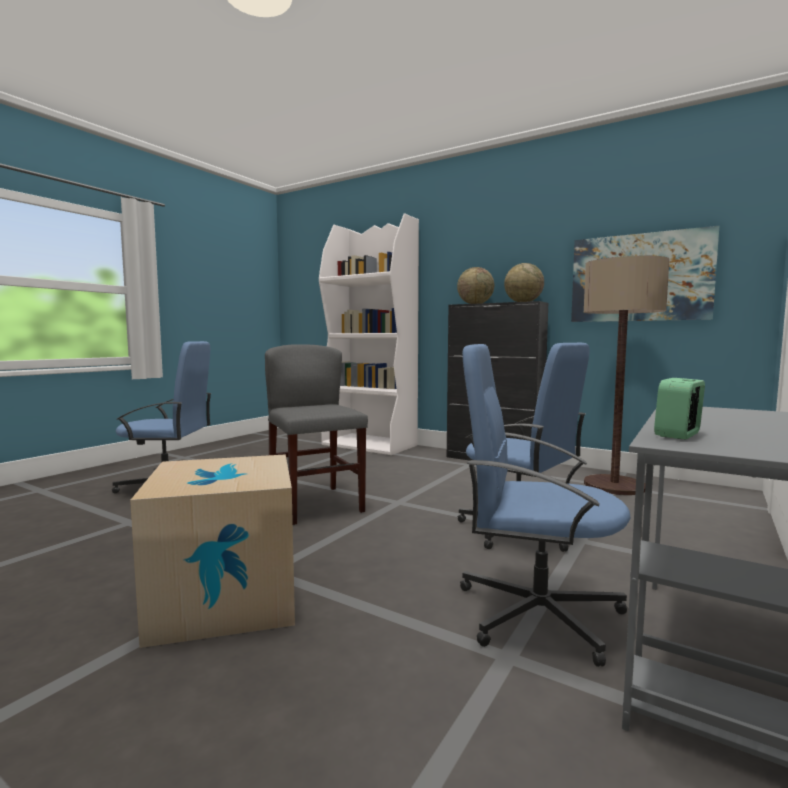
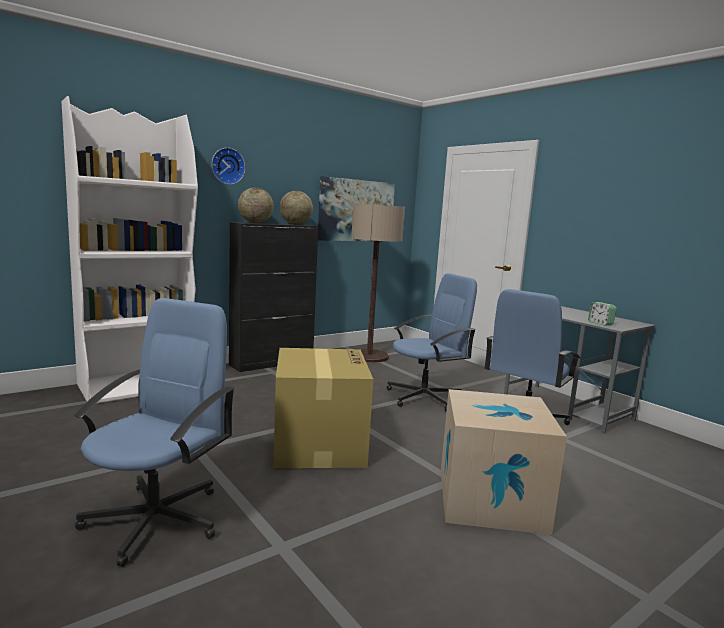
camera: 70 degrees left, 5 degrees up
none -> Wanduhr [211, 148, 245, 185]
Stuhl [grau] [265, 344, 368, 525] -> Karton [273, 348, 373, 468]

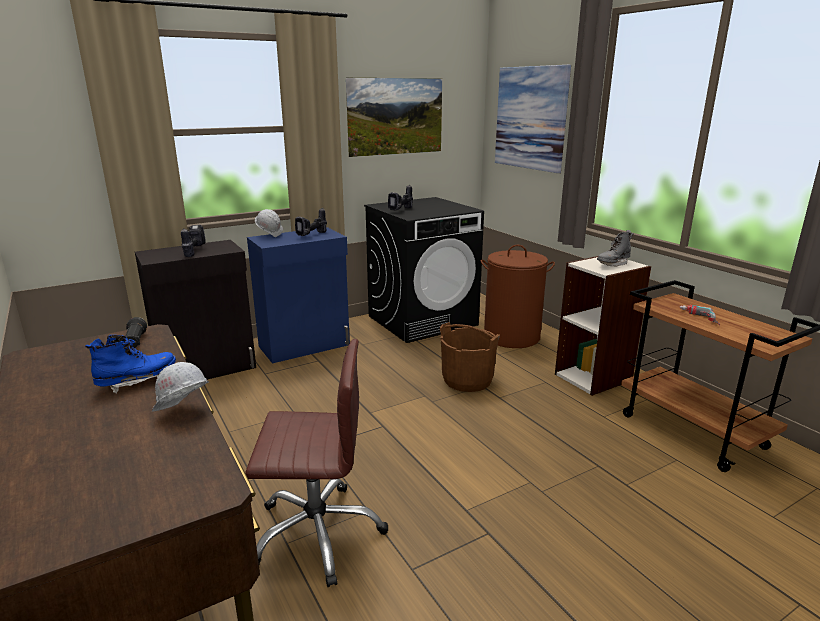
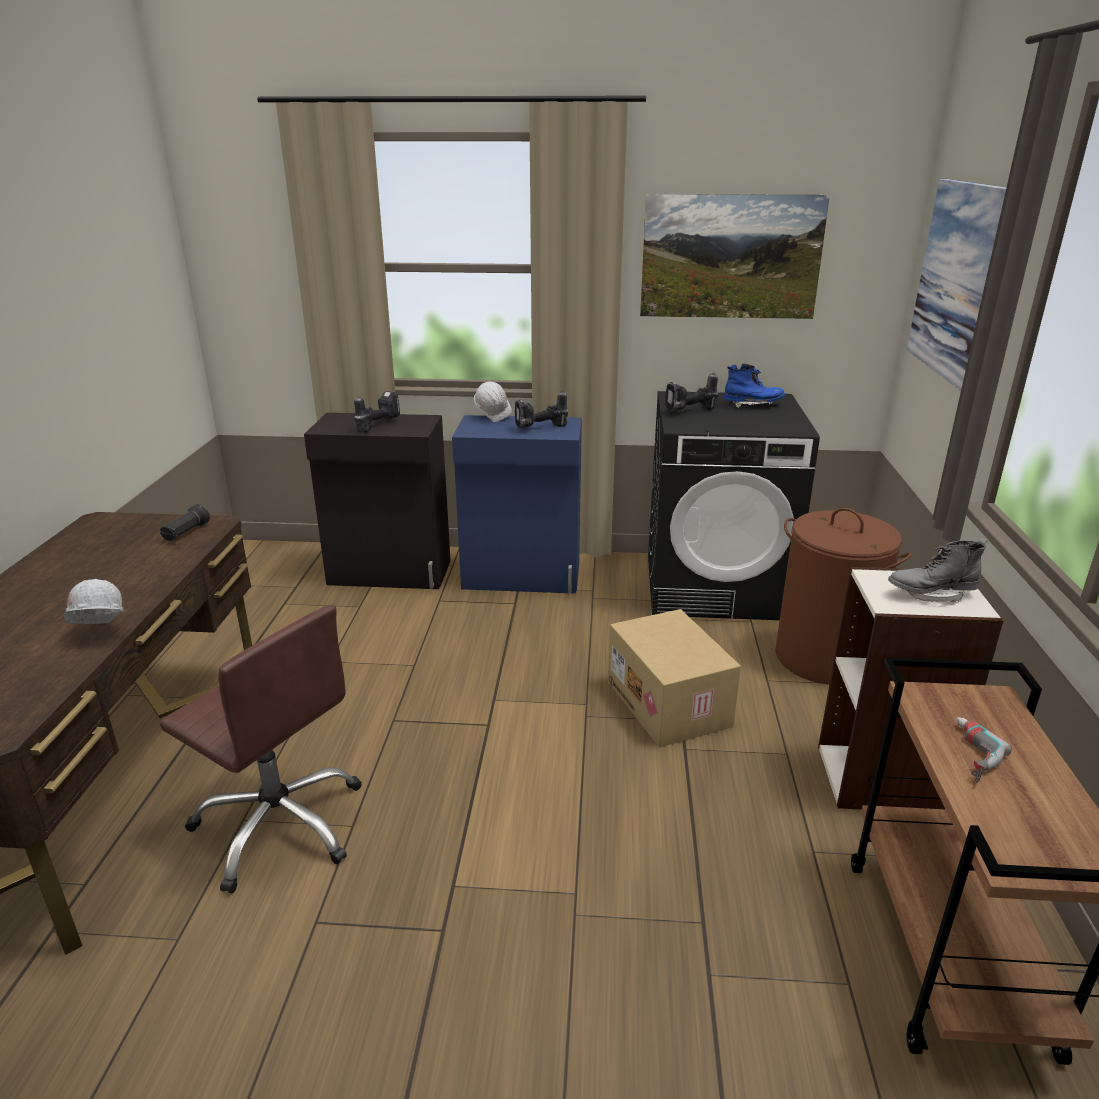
camera: 35 degrees right, 5 degrees up
Eimer [braun] [440, 322, 500, 392] -> Karton [608, 609, 741, 747]
Stiefel [blau] [85, 335, 176, 393] -> Stiefel [blau] [724, 363, 785, 408], moved

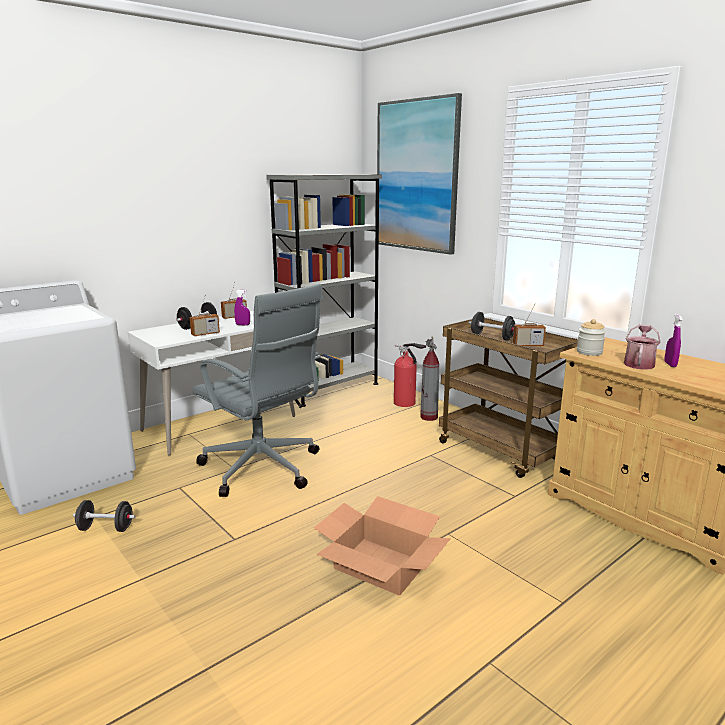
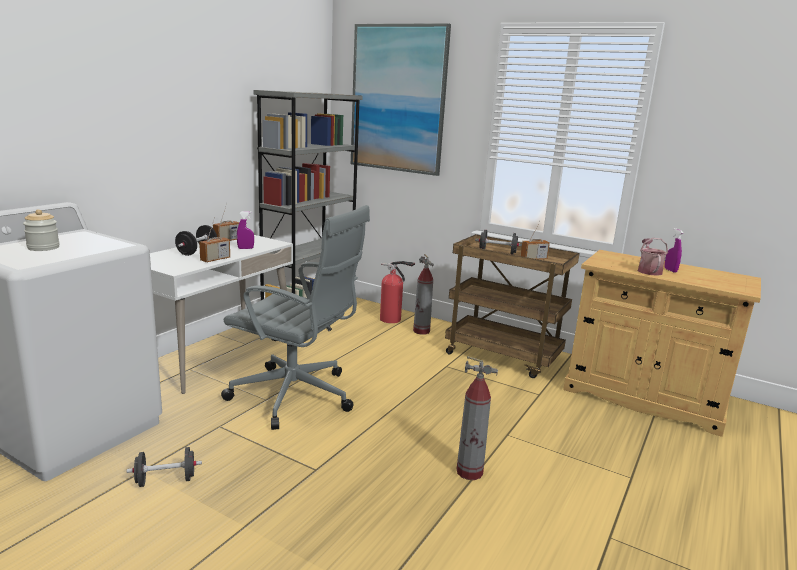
camera: 20 degrees left, 0 degrees up
Vorratsglas [577, 319, 606, 356] -> Vorratsglas [23, 209, 60, 251], moved
Karton [314, 496, 451, 596] -> Feuerlöscher [457, 356, 498, 480]

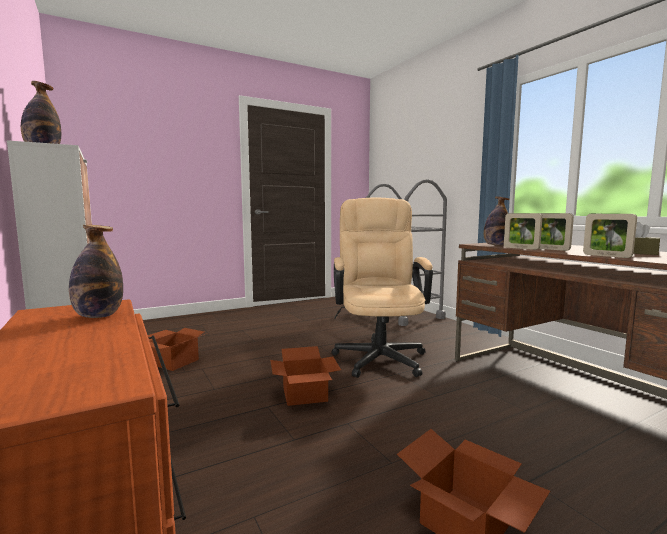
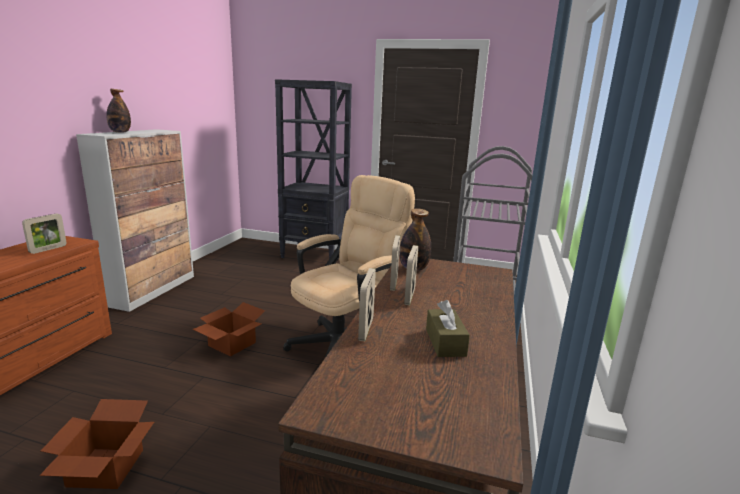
camera: 45 degrees right, 10 degrees up
Flasche [69, 225, 123, 318] -> Bilderrahmen [22, 214, 67, 254]
none -> Bücherregal [schwarz] [275, 79, 352, 259]
Karton [148, 328, 208, 371] -> none

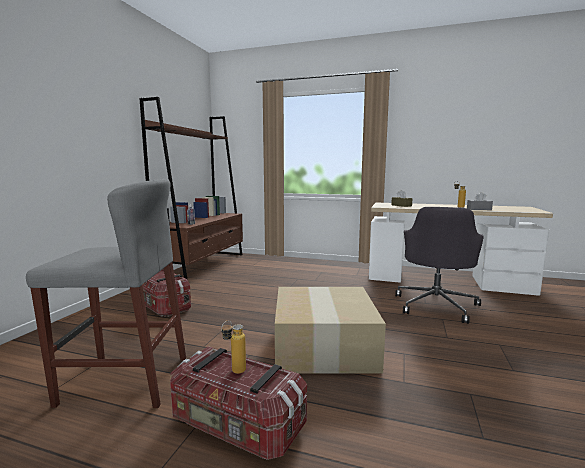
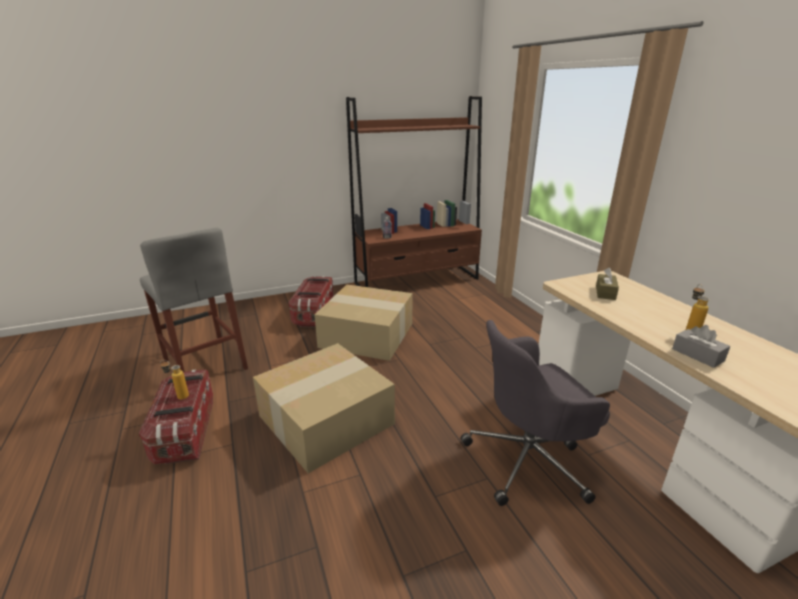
camera: 50 degrees right, 15 degrees up
none -> Karton [314, 284, 413, 361]

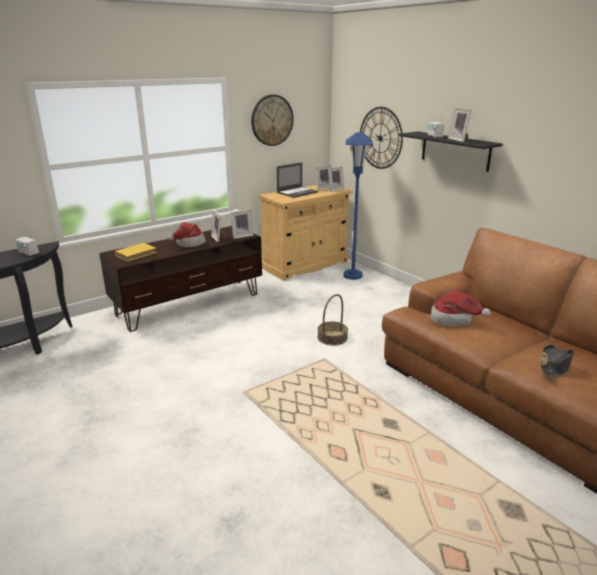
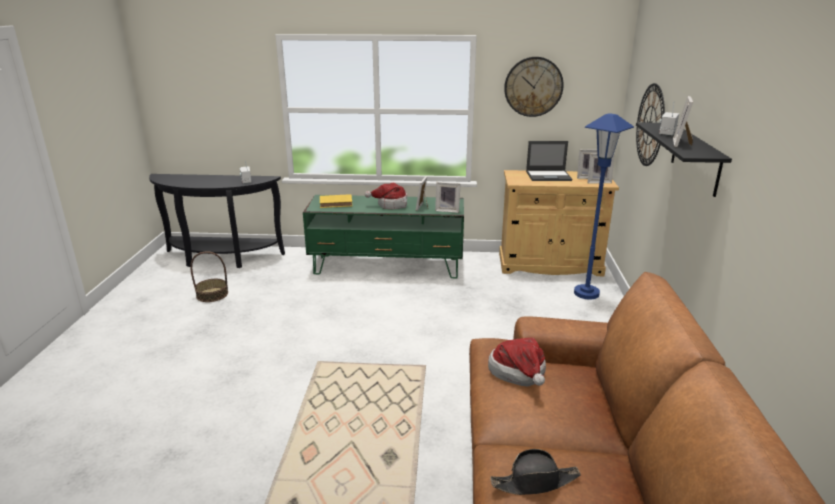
camera: 40 degrees right, 0 degrees up
Korb [317, 294, 348, 346] -> Korb [190, 251, 228, 302], moved
Fernsehschrank [braun] [99, 226, 262, 332] -> Fernsehschrank [grün] [303, 195, 464, 278]

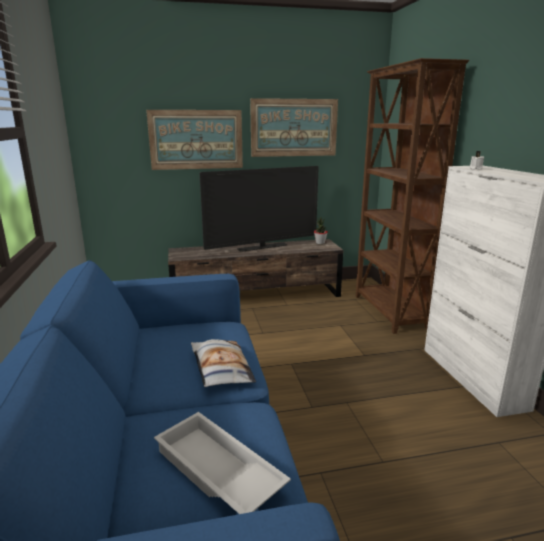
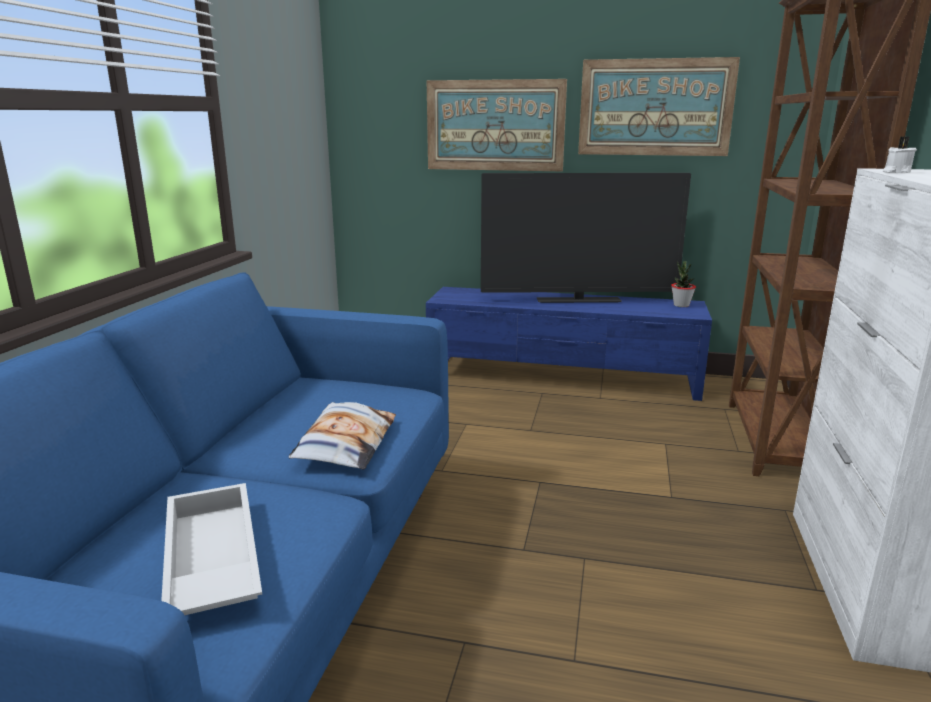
camera: 25 degrees right, 0 degrees up
Fernsehschrank [braun] [168, 239, 343, 297] -> Fernsehschrank [blau] [426, 287, 712, 401]

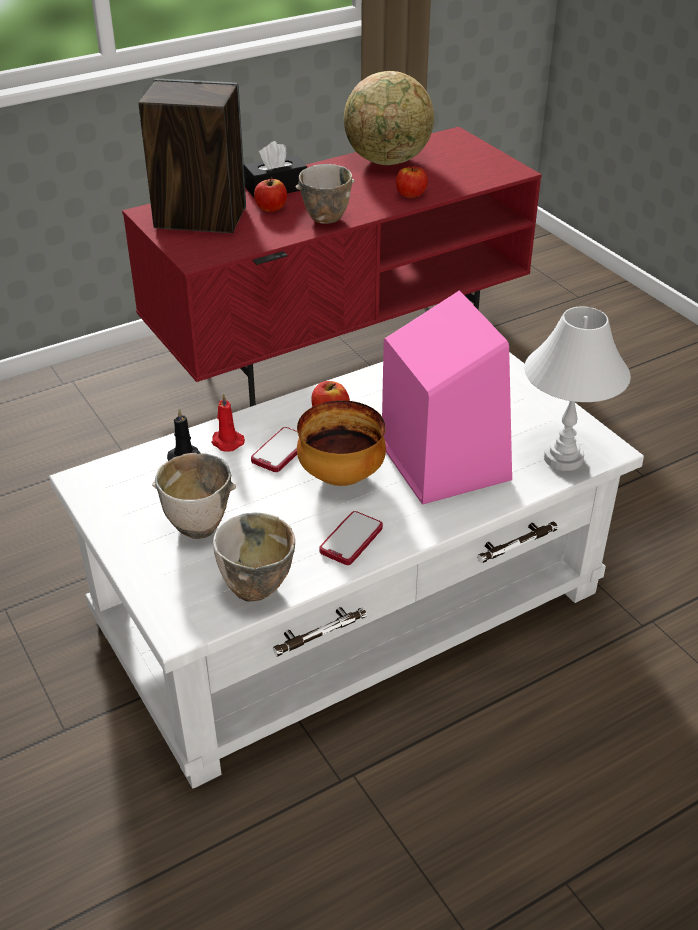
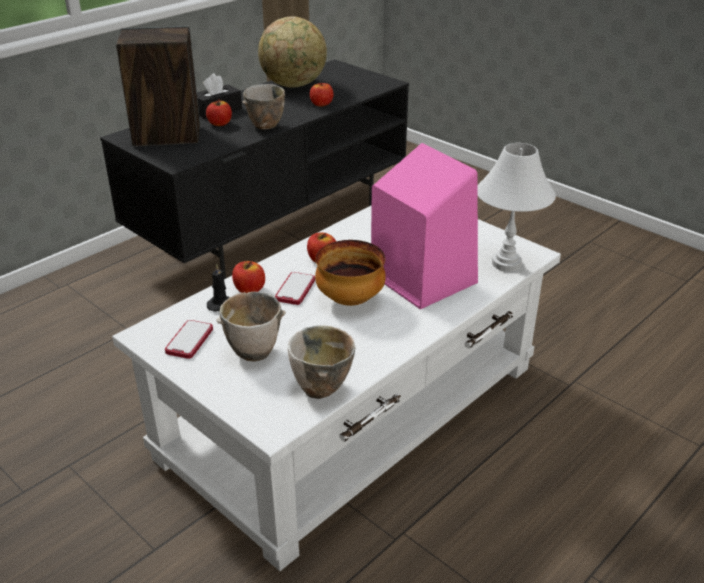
camera: 15 degrees left, 5 degrees down
Fernsehschrank [rot] [122, 127, 542, 407] -> Fernsehschrank [schwarz] [100, 59, 409, 279]
Handy [319, 511, 383, 565] -> Handy [165, 320, 213, 359], moved
Kerze [rot] [212, 393, 245, 452] -> Apfel [232, 261, 265, 293]

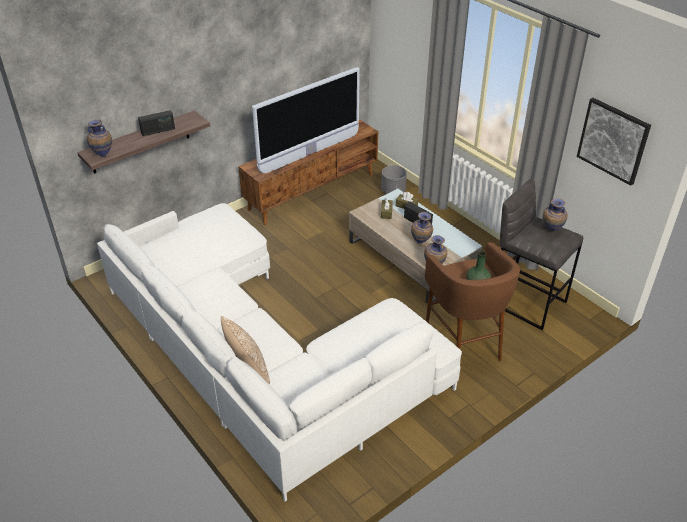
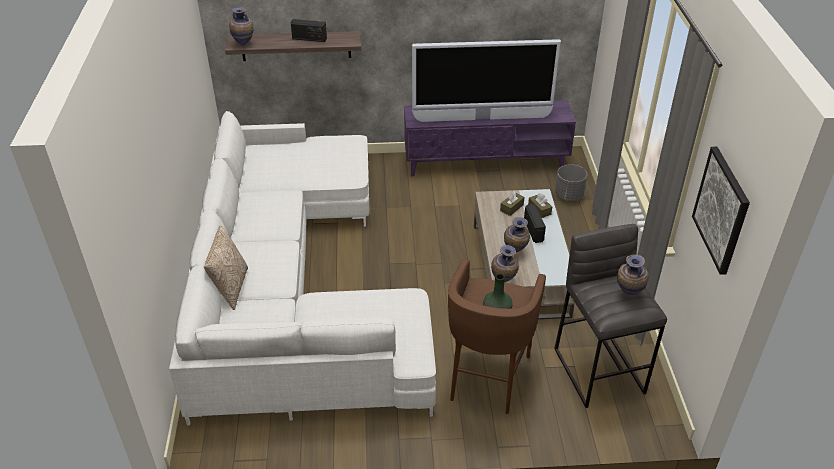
camera: 35 degrees right, 0 degrees up
Fernsehschrank [braun] [238, 119, 378, 225] -> Fernsehschrank [lila] [404, 100, 576, 177]

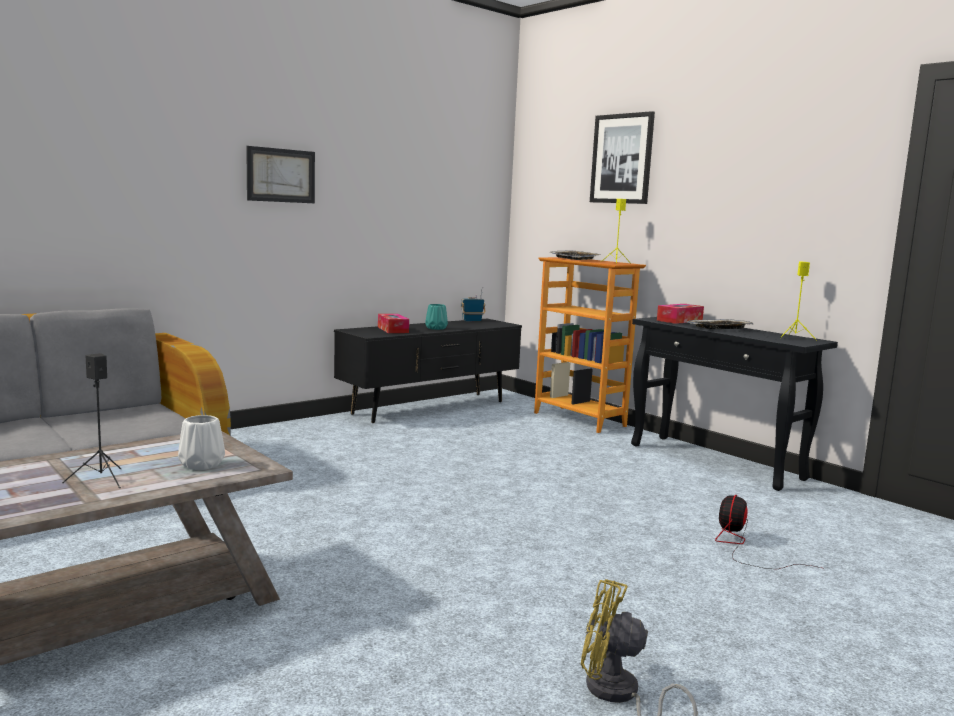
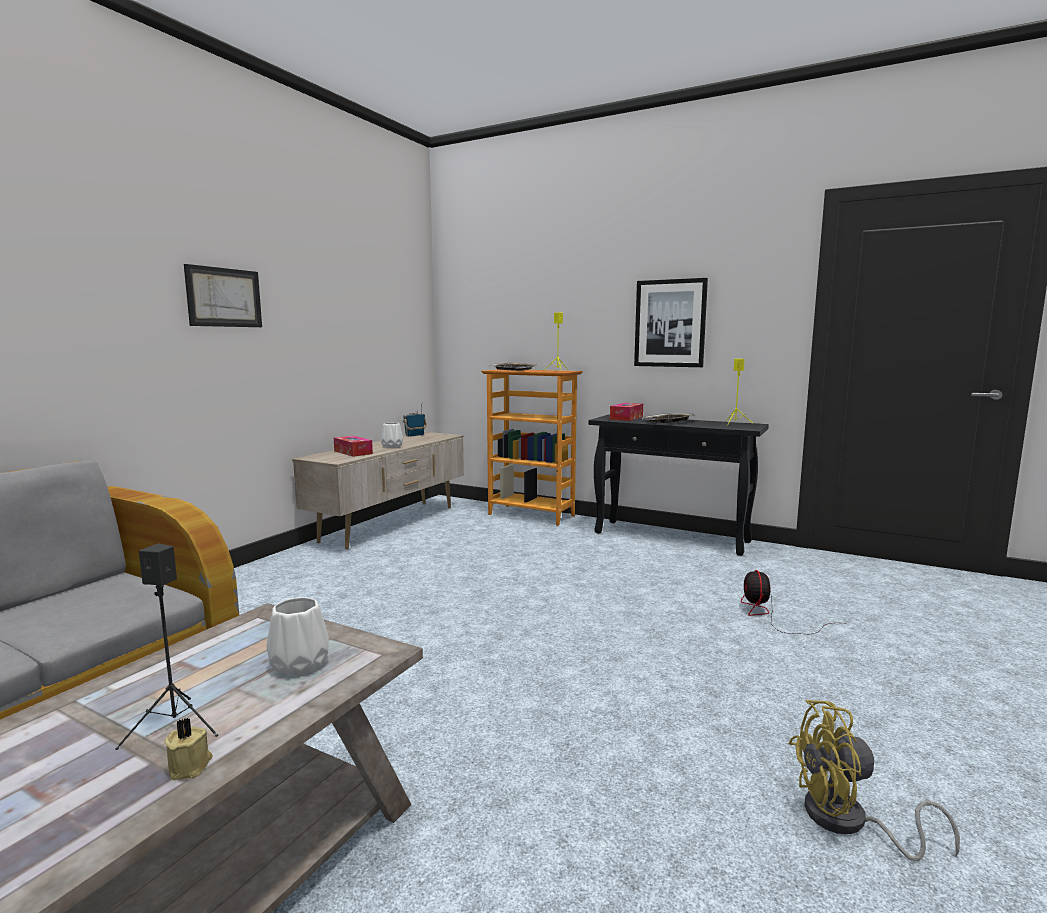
camera: 20 degrees left, 0 degrees up
none -> Kerze [beige] [164, 718, 213, 780]
Fernsehschrank [schwarz] [334, 319, 522, 423] -> Fernsehschrank [beige] [292, 432, 464, 549]
Vase [türkis] [425, 304, 448, 330] -> Vase [weiß] [381, 422, 403, 448]
Bild [590, 111, 655, 204] -> Bild [634, 278, 708, 367], moved

